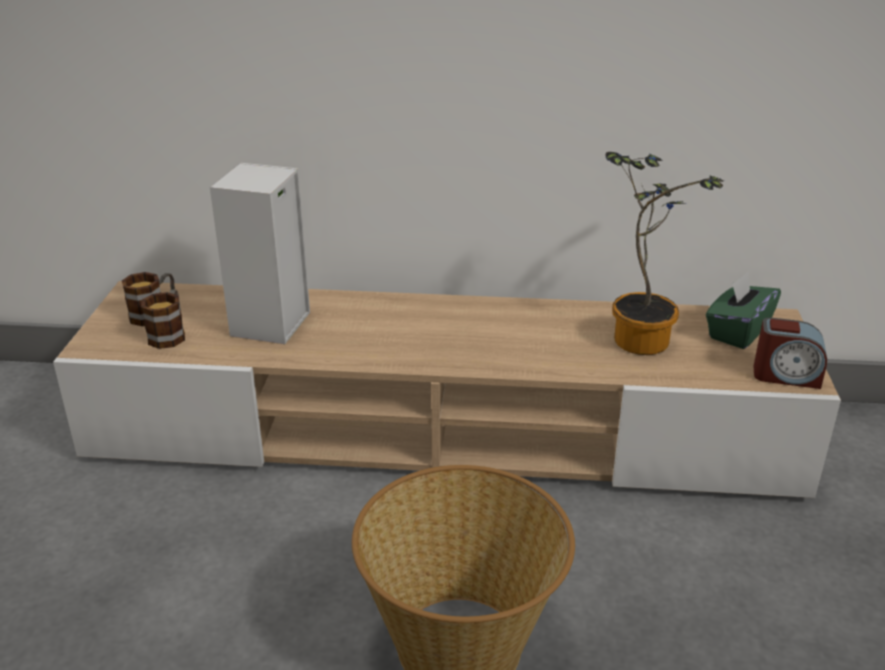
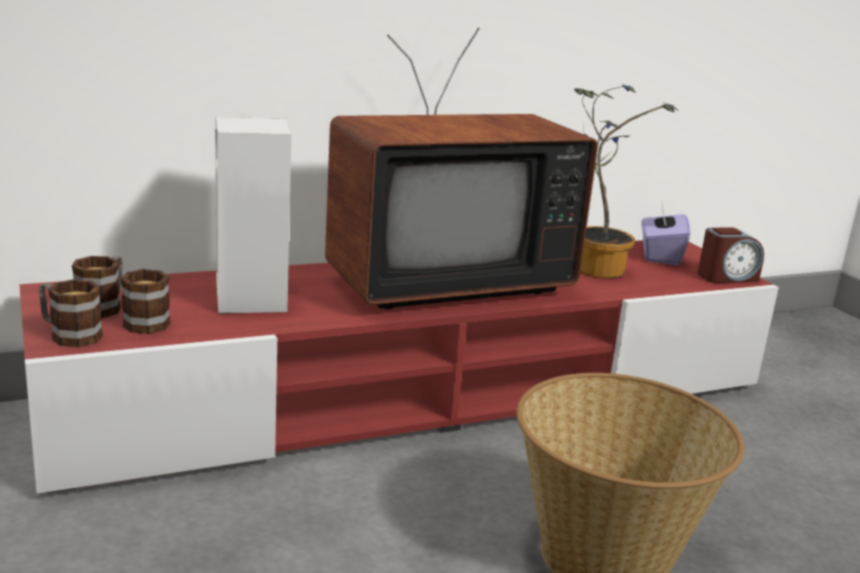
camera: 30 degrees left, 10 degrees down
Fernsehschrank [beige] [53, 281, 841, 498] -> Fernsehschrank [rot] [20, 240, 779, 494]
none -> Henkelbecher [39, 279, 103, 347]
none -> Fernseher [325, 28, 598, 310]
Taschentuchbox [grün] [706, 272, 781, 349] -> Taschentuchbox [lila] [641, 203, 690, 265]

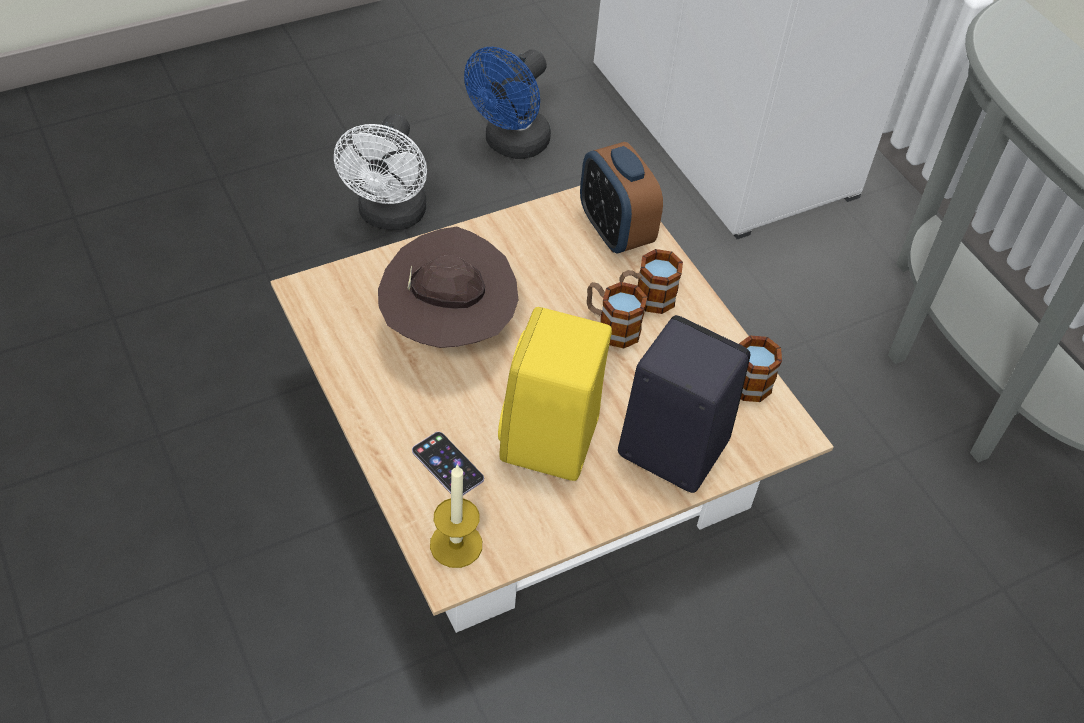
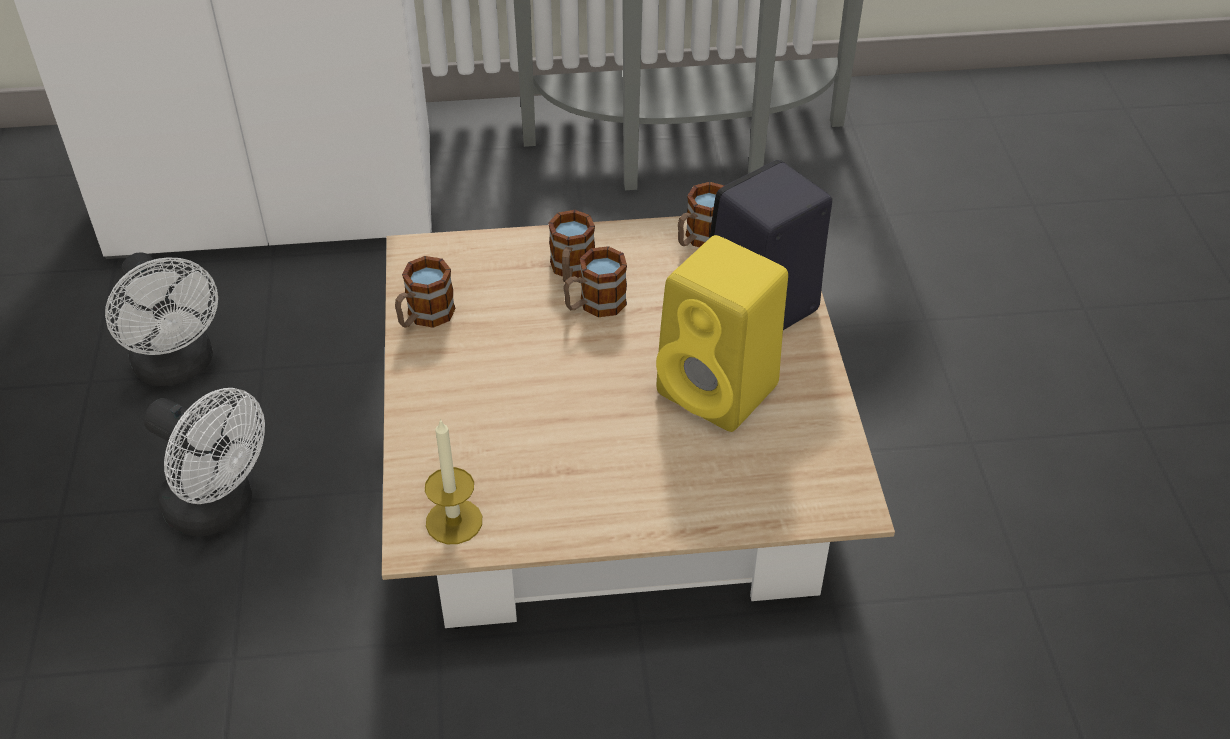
camera: 65 degrees left, 5 degrees down
Ventilator [blau] [464, 47, 551, 159] -> Ventilator [weiß] [105, 252, 218, 386]
none -> Henkelbecher [395, 256, 456, 328]
Kerze [430, 464, 482, 568] -> Kerze [425, 418, 482, 544], moved
Hut [braun] [378, 227, 518, 348] -> none
Handy [412, 432, 484, 495] -> none
Wecker [580, 142, 663, 253] -> none

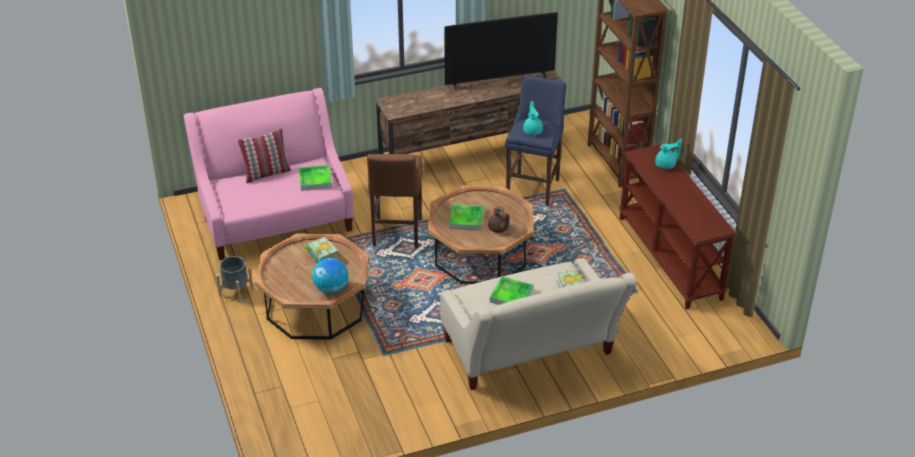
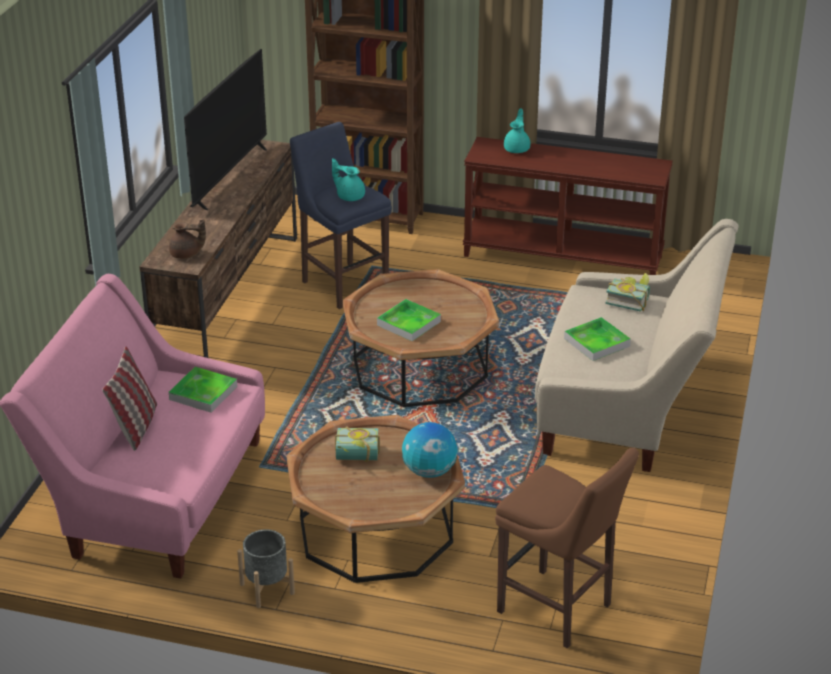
camera: 55 degrees left, 5 degrees down
Teekanne [braun] [488, 207, 509, 233] -> Teekanne [braun] [169, 219, 206, 259], moved
Hocker [braun] [367, 154, 423, 248] -> Hocker [braun] [495, 448, 639, 648], moved

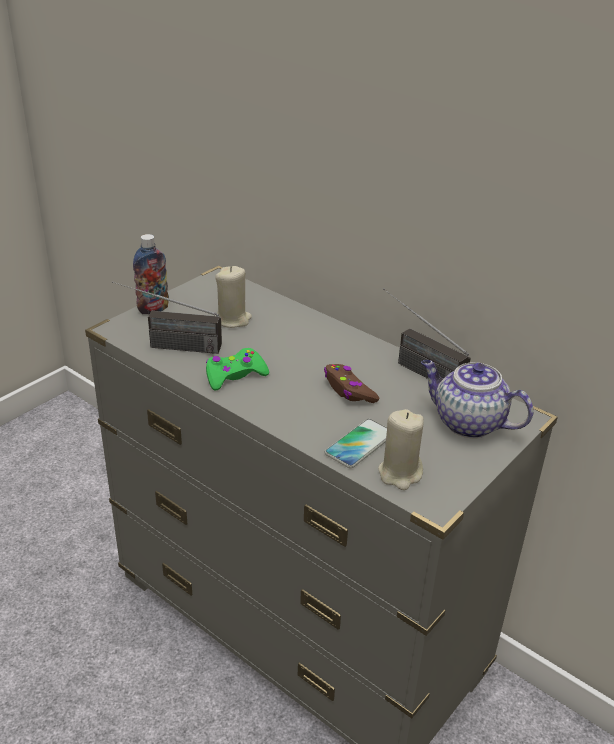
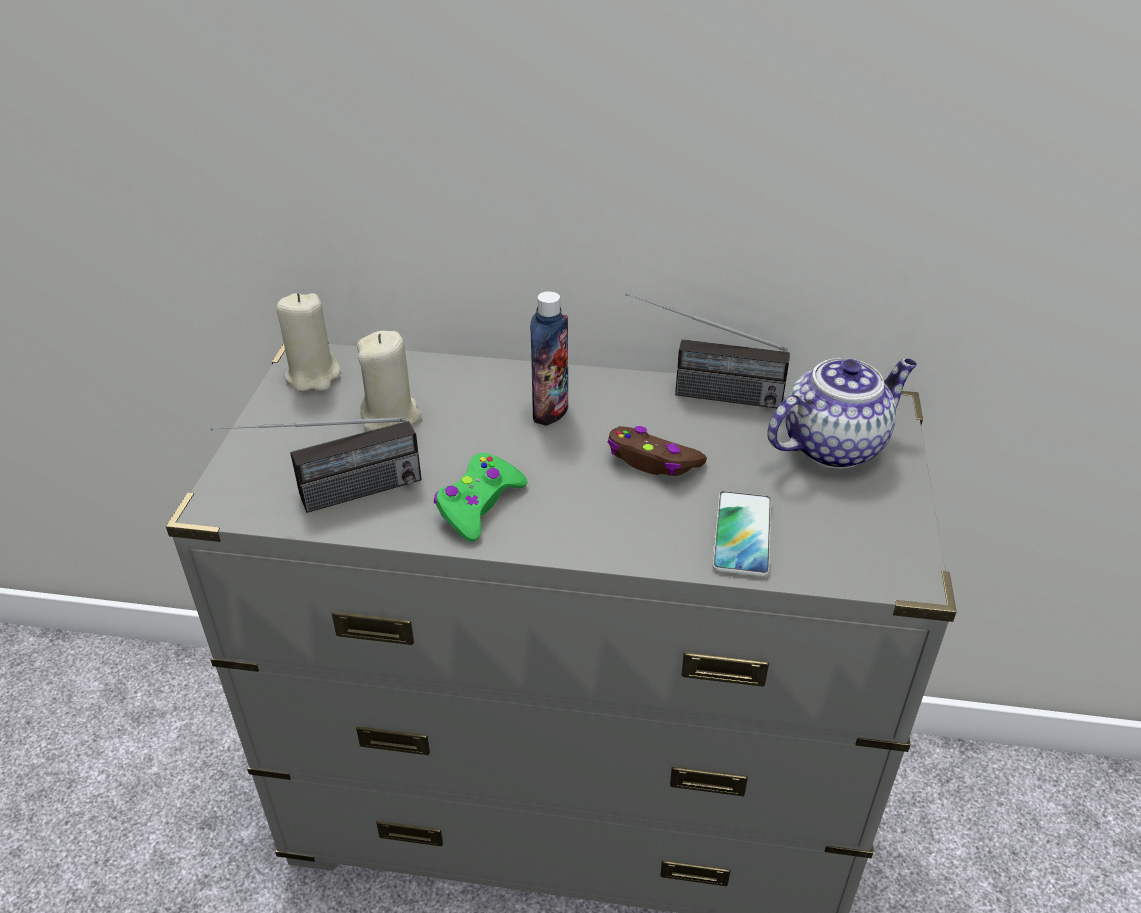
camera: 30 degrees left, 5 degrees up
Kerze [beige] [378, 409, 424, 490] -> Kerze [beige] [277, 293, 341, 392], moved
Flasche [133, 234, 169, 314] -> Flasche [530, 291, 568, 426], moved
Teekanne [421, 360, 534, 439] -> Teekanne [767, 358, 917, 469], 150 degrees clockwise

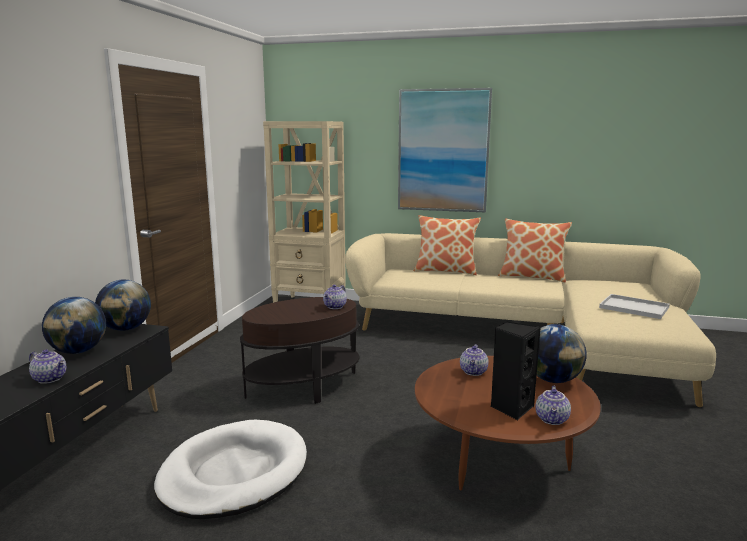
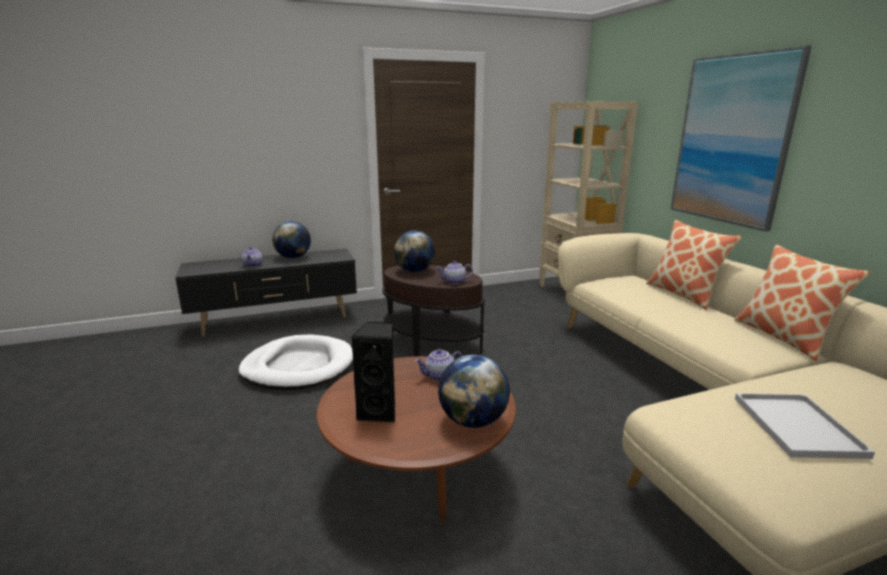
camera: 55 degrees right, 5 degrees up
Globus [95, 279, 151, 331] -> Globus [394, 230, 435, 272], moved
Teekanne [536, 385, 571, 425] -> none

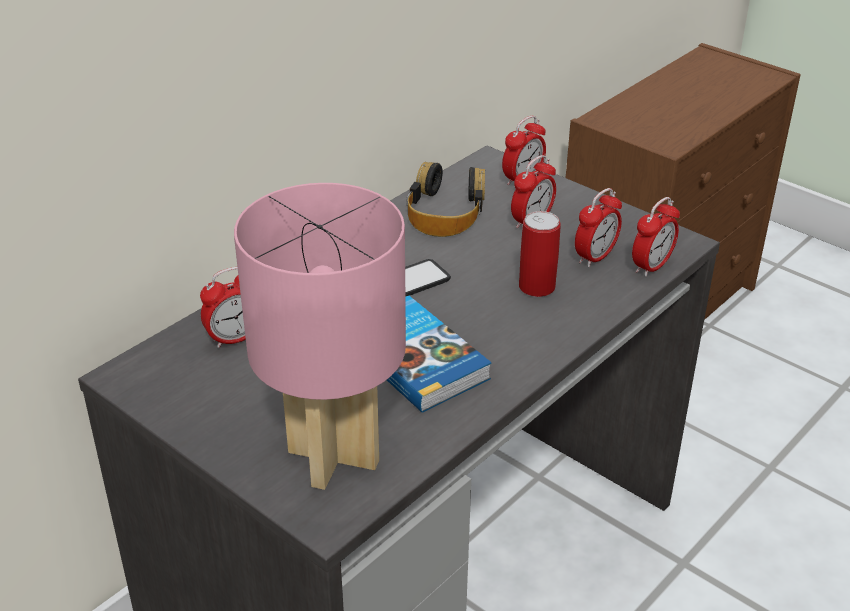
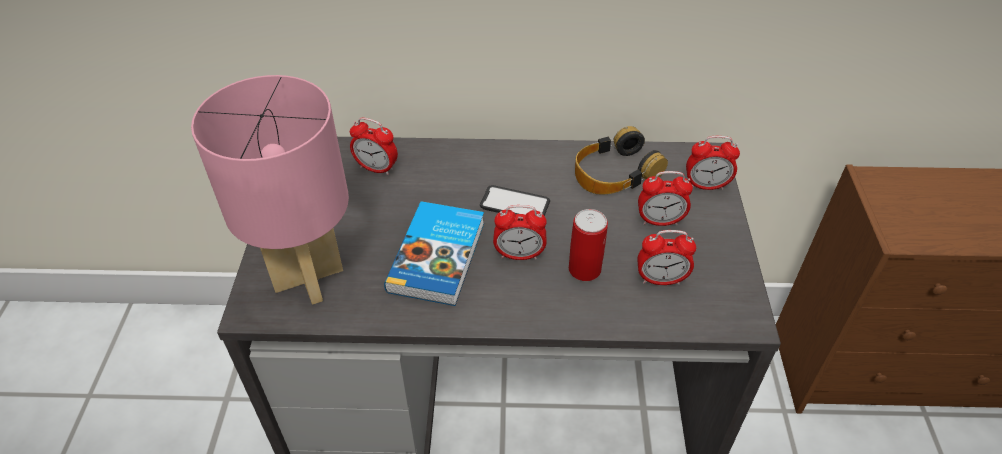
camera: 50 degrees right, 10 degrees up
Wecker [632, 197, 680, 277] -> Wecker [493, 205, 547, 260], moved

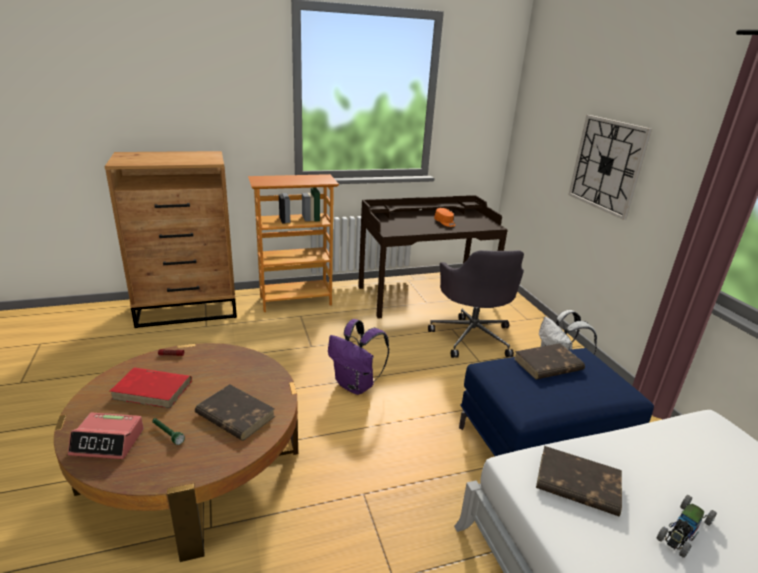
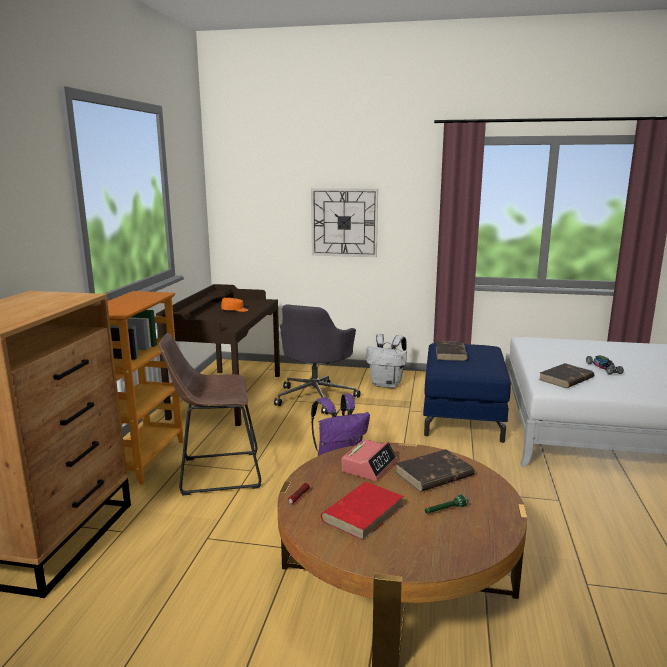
camera: 60 degrees left, 10 degrees down
none -> Hocker [braun] [159, 333, 261, 496]
Bürostuhl [grau] [428, 250, 524, 358] -> Bürostuhl [grau] [274, 304, 360, 414], 90 degrees clockwise
Wecker [68, 413, 144, 459] -> Wecker [342, 439, 398, 481], moved

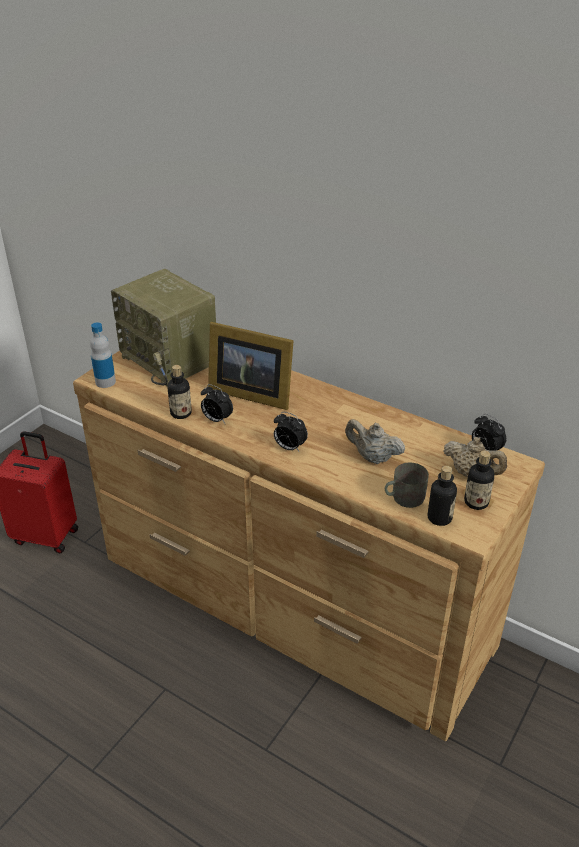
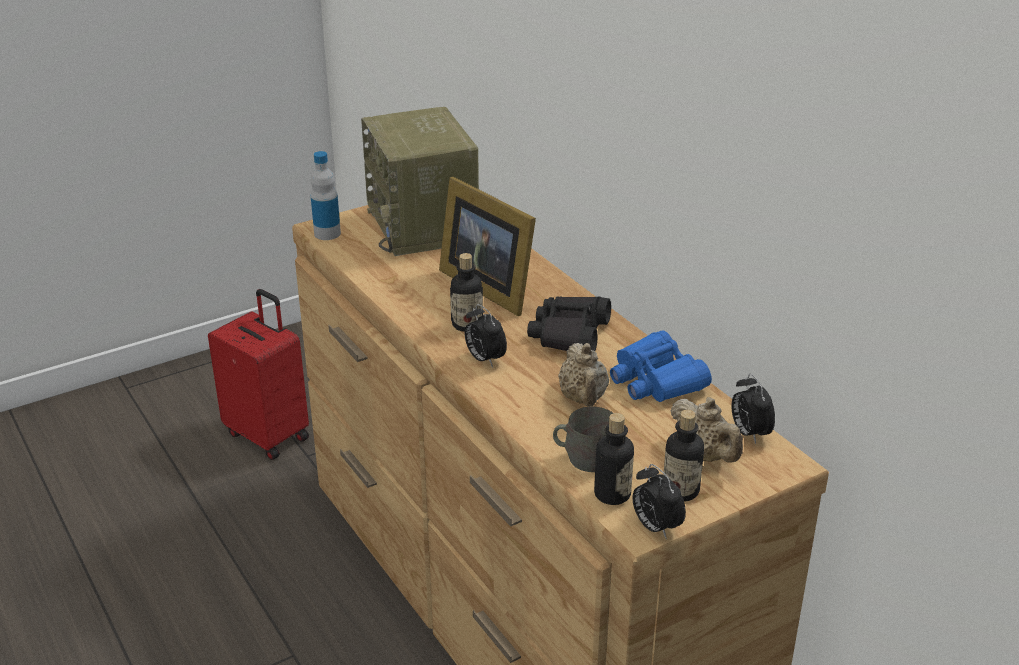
camera: 25 degrees right, 5 degrees down
Flasche [167, 365, 192, 419] -> Flasche [450, 253, 483, 332], moved
none -> Fernglas [schwarz] [527, 296, 611, 351]
Teekanne [beige] [345, 419, 405, 464] -> Teekanne [beige] [558, 343, 609, 407], 150 degrees counterclockwise
none -> Fernglas [blau] [610, 331, 712, 402]
Wecker [201, 384, 233, 424] -> Wecker [633, 464, 686, 539], moved

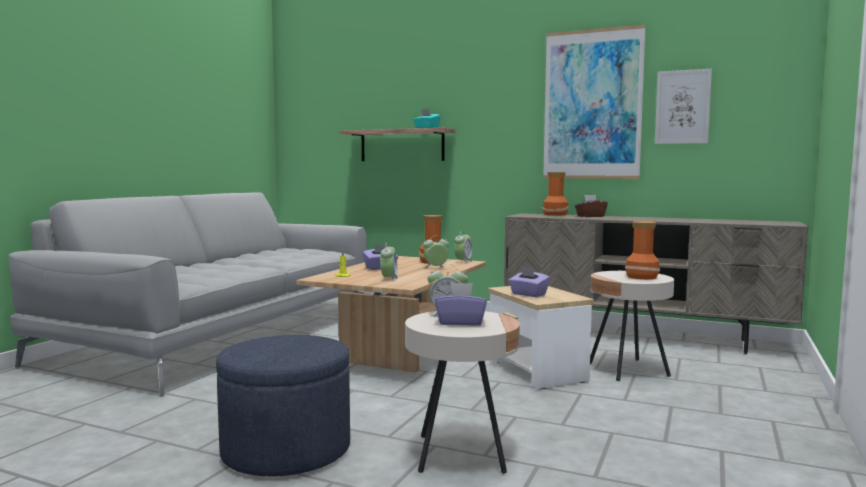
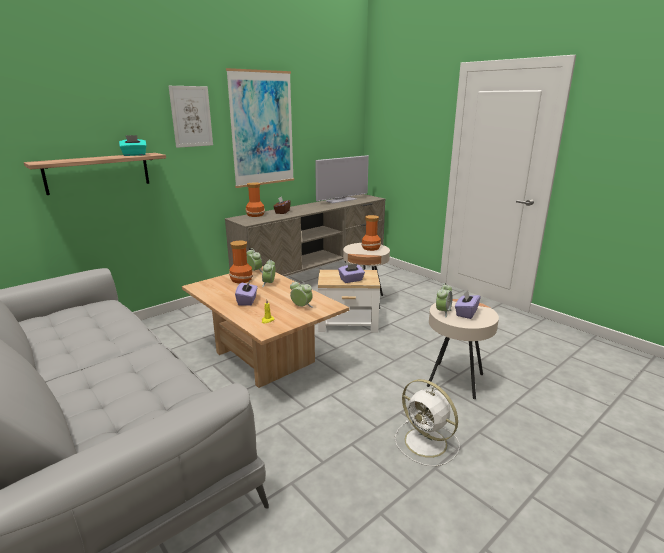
camera: 65 degrees left, 15 degrees up
Bild [655, 69, 712, 144] -> Bild [169, 86, 213, 148], moved
none -> Fernseher [315, 155, 369, 203]
Polsterhocker [blau] [216, 335, 350, 477] -> Ventilator [weiß] [395, 379, 460, 467]

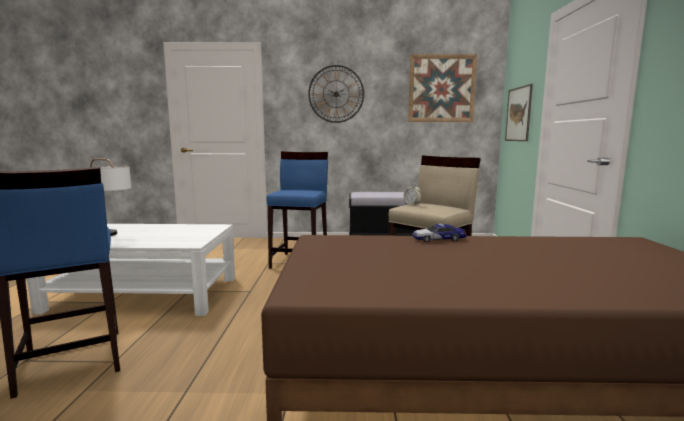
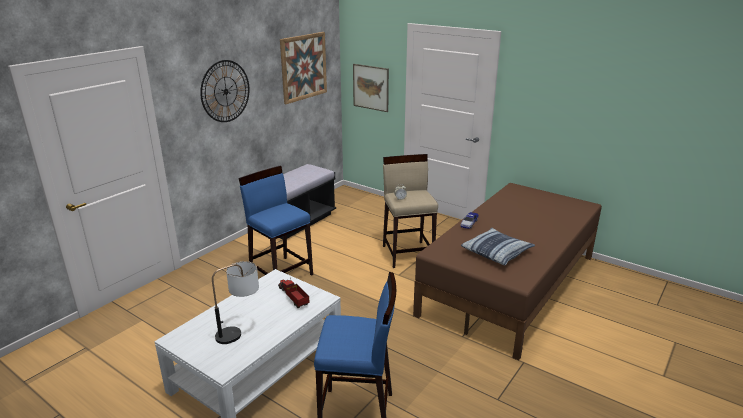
camera: 55 degrees left, 15 degrees up
none -> Spielzeuglaster [278, 278, 310, 308]
none -> Kissen [461, 228, 535, 265]

